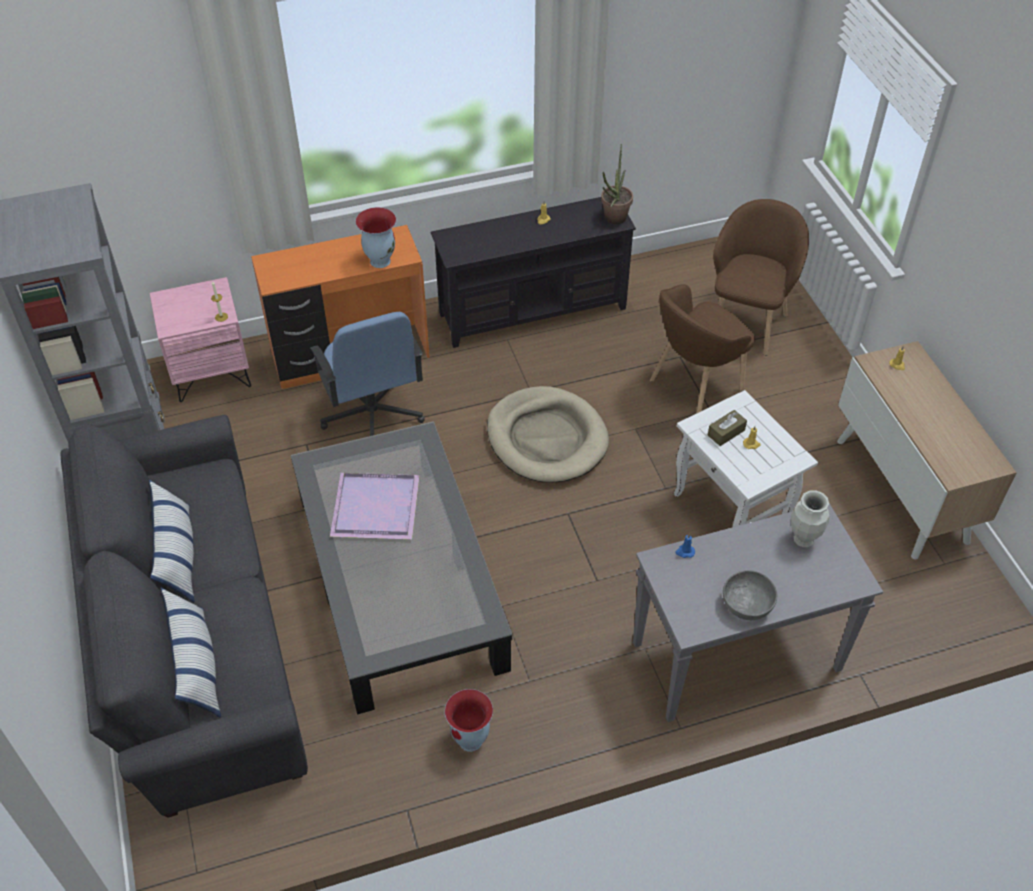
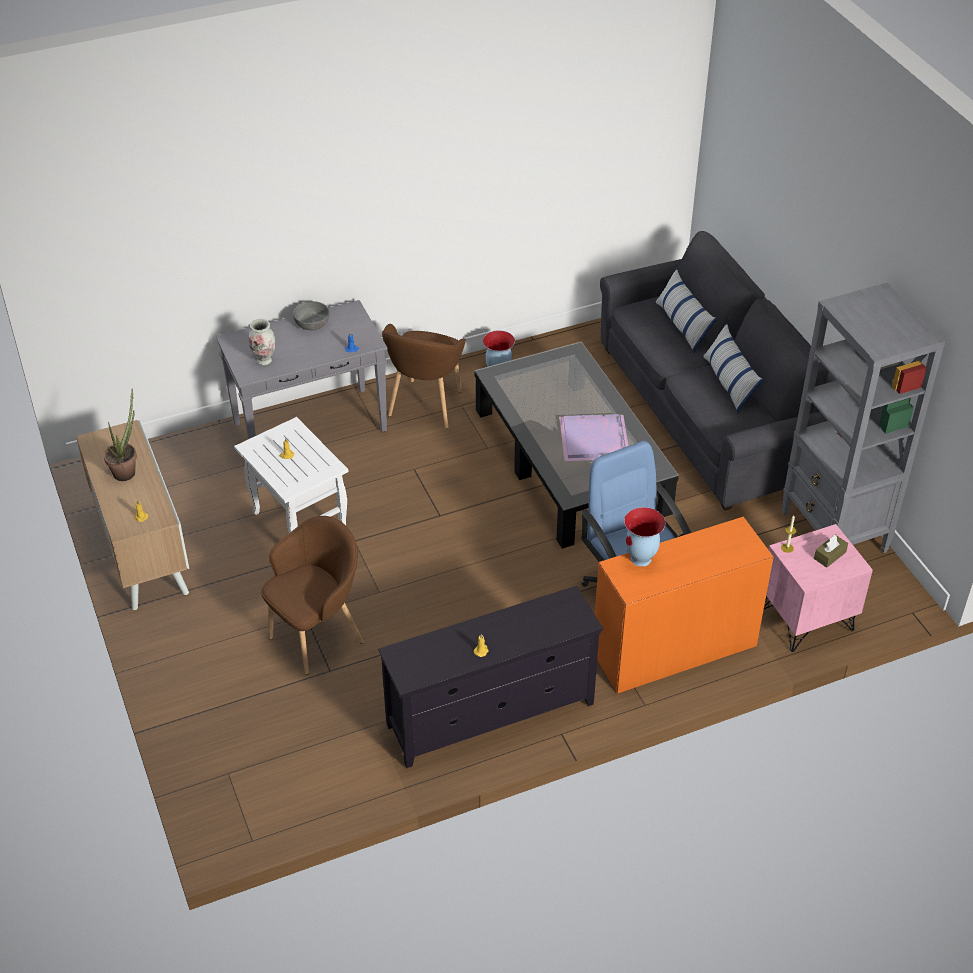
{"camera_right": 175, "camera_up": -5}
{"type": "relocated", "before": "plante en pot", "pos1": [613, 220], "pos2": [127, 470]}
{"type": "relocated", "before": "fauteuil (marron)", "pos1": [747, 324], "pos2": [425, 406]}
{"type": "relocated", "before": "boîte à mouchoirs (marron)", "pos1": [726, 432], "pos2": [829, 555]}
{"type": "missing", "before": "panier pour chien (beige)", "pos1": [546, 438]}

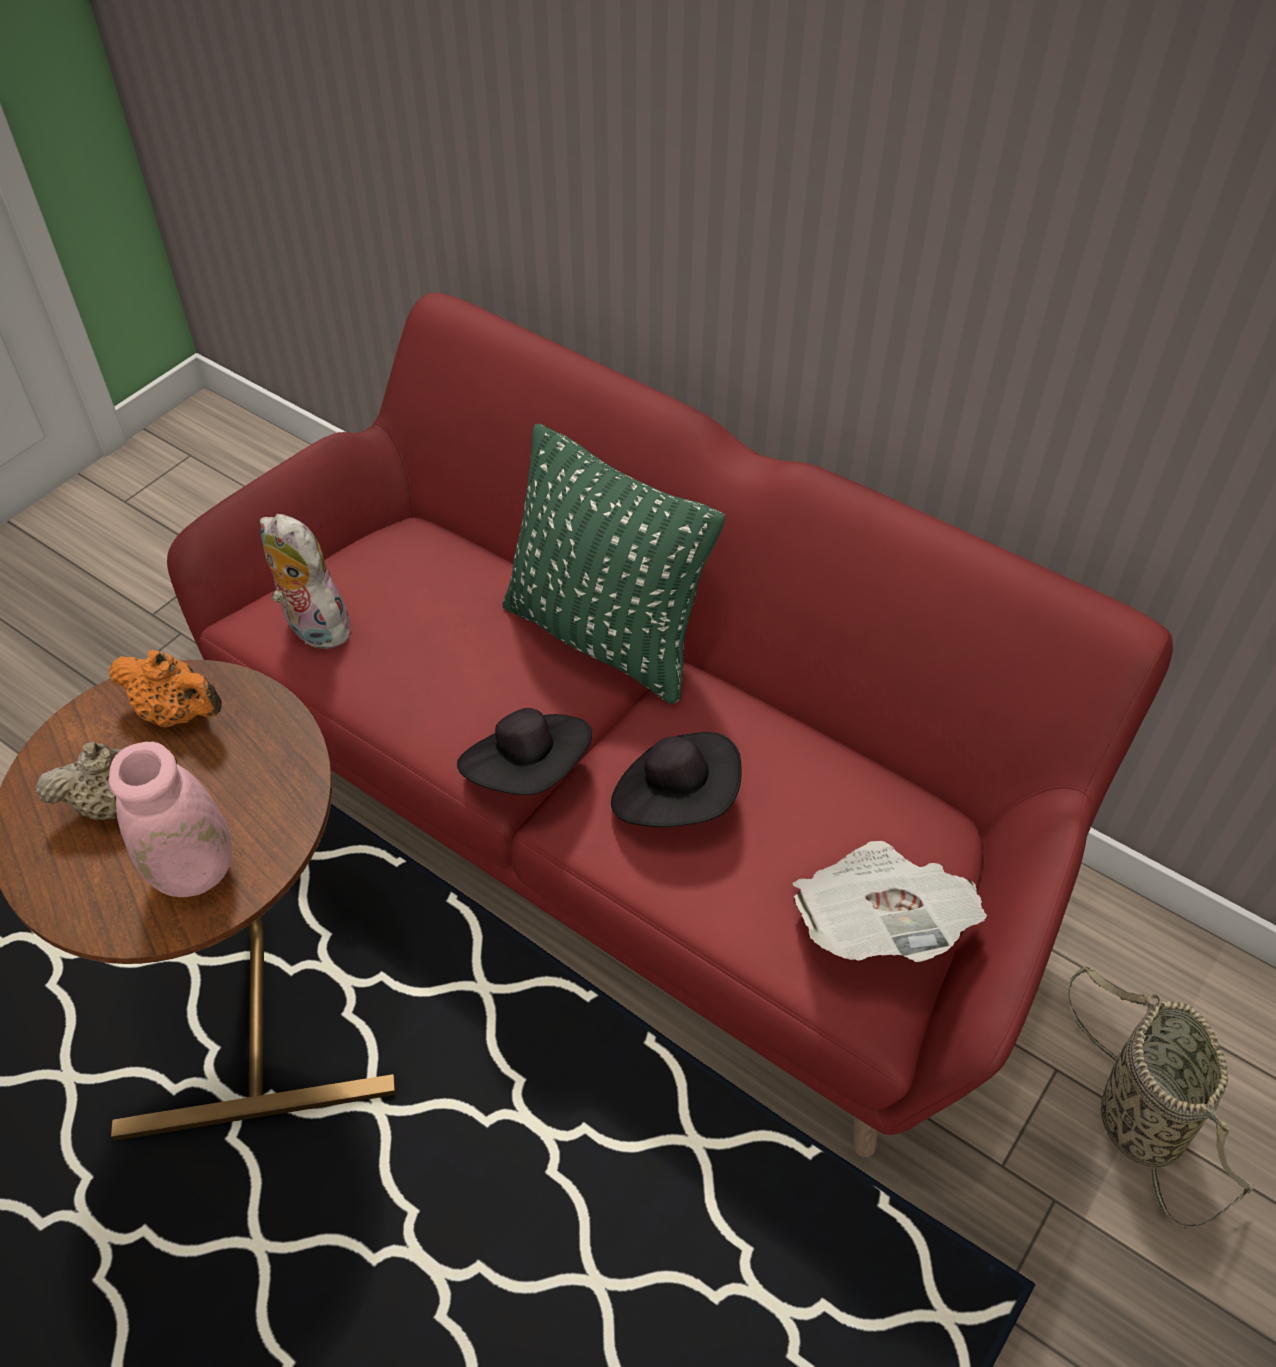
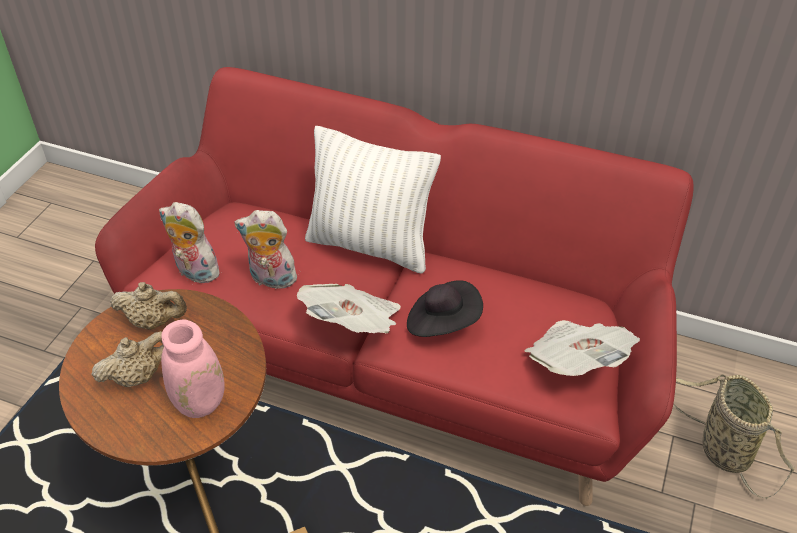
{"camera_right": -15, "camera_up": -5}
{"type": "colour", "before": "théière (orange)", "after": "théière (beige)", "pos1": [178, 713], "pos2": [154, 321]}
{"type": "appeared", "after": "peluche", "pos2": [271, 279]}
{"type": "exchanged", "before": "chapeau (noir)", "after": "journal", "pos1": [529, 771], "pos2": [353, 325]}
{"type": "colour", "before": "coussin (vert)", "after": "coussin (blanc)", "pos1": [606, 636], "pos2": [370, 245]}

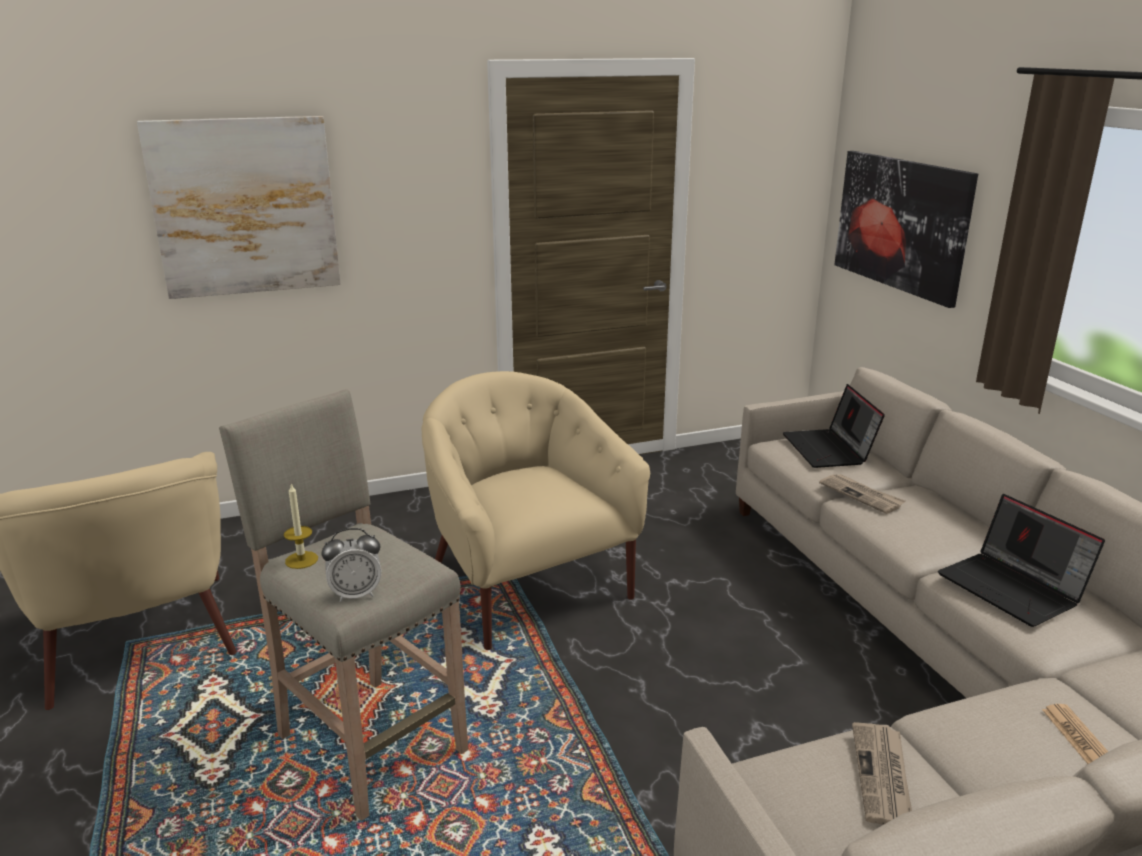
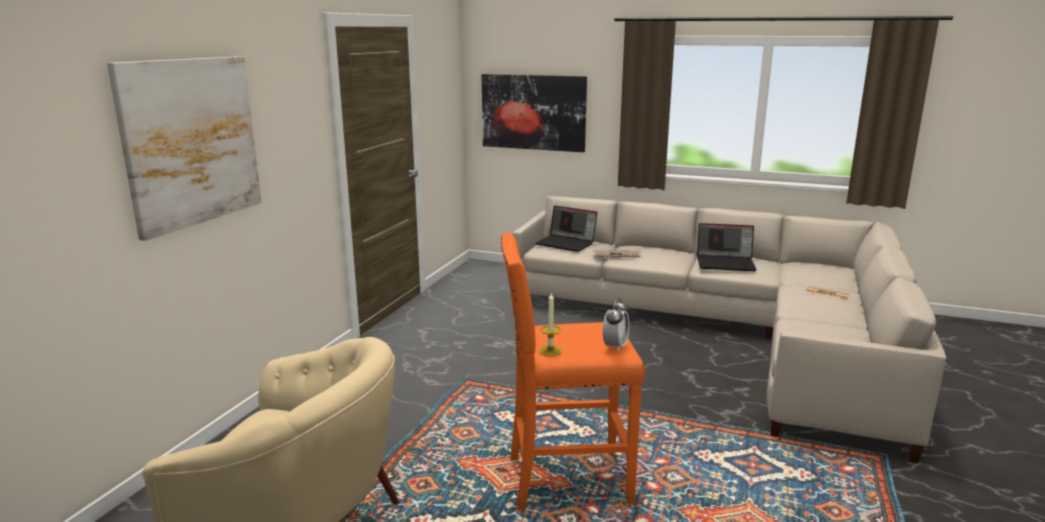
{"camera_right": -50, "camera_up": -5}
{"type": "colour", "before": "tabouret (beige)", "after": "tabouret (orange)", "pos1": [369, 741], "pos2": [565, 480]}
{"type": "missing", "before": "fauteuil (beige)", "pos1": [526, 587]}
{"type": "missing", "before": "journal", "pos1": [882, 776]}

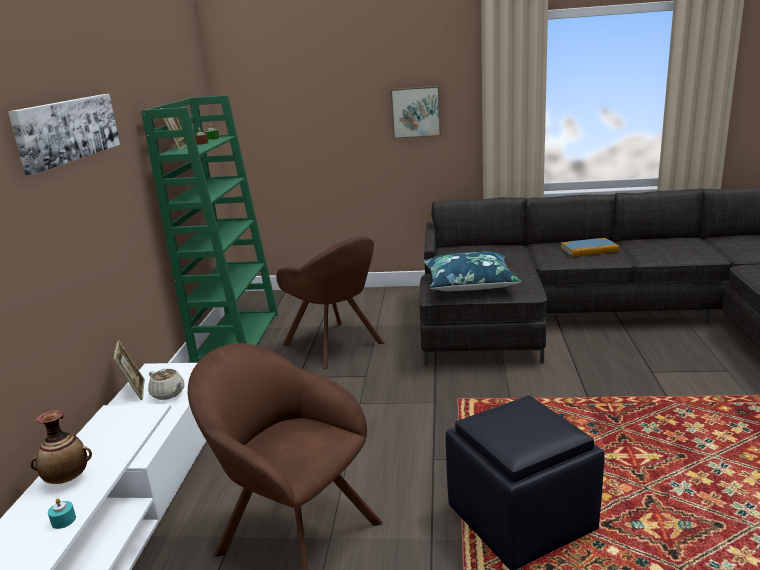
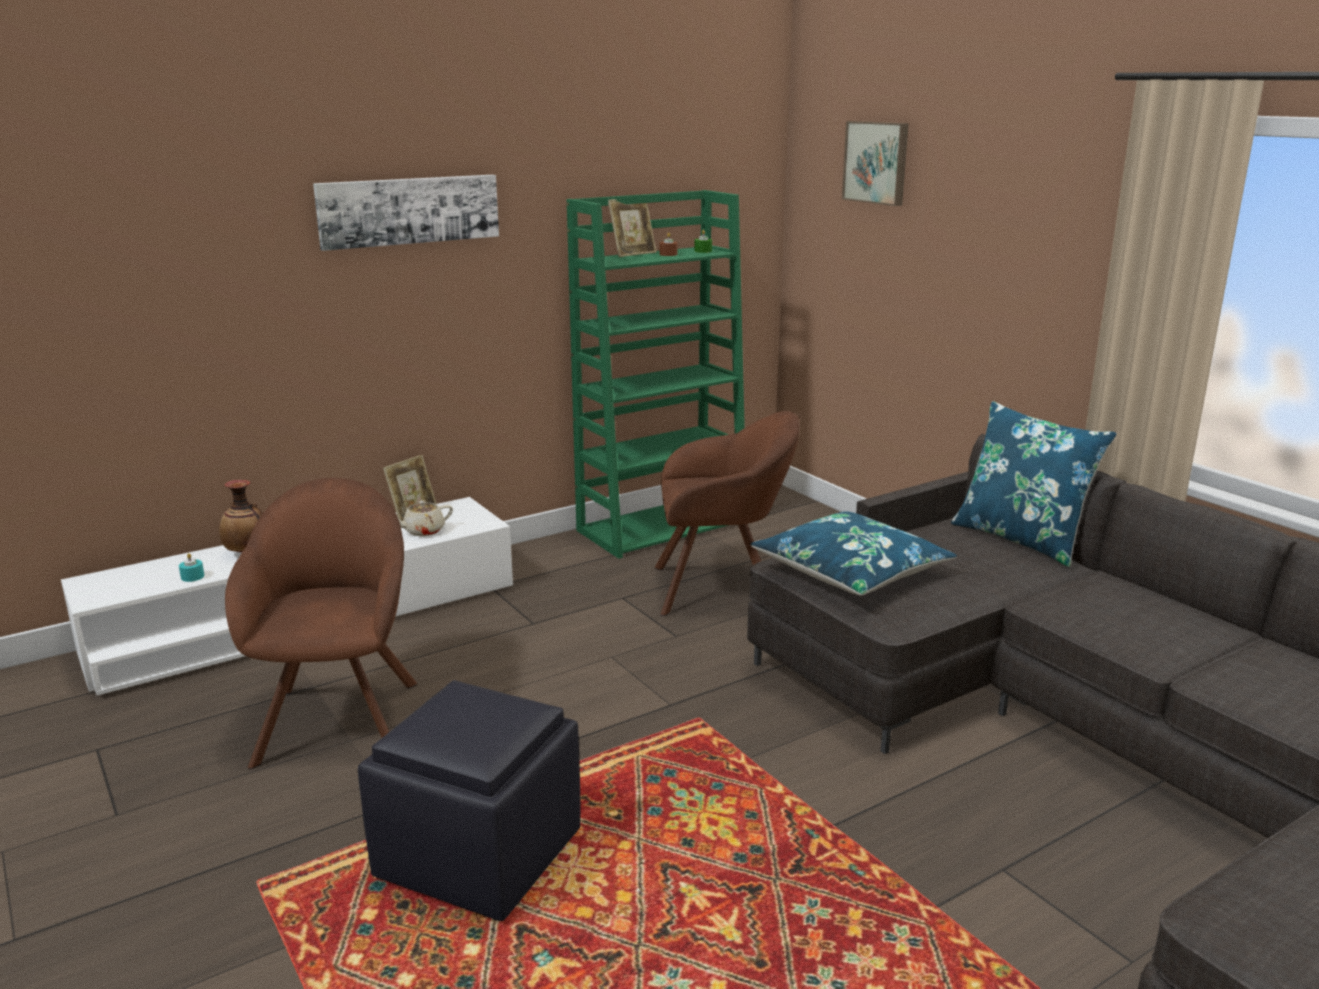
{"camera_right": 50, "camera_up": 0}
{"type": "spun", "before": "théière (beige)", "pos1": [168, 394], "pos2": [423, 531], "turn": 60}
{"type": "spun", "before": "fauteuil (marron)", "pos1": [336, 345], "pos2": [722, 588], "turn": -105}
{"type": "relocated", "before": "tableau", "pos1": [416, 112], "pos2": [877, 162]}
{"type": "appeared", "after": "coussin (bleu)", "pos2": [1021, 539]}
{"type": "missing", "before": "livre", "pos1": [589, 250]}

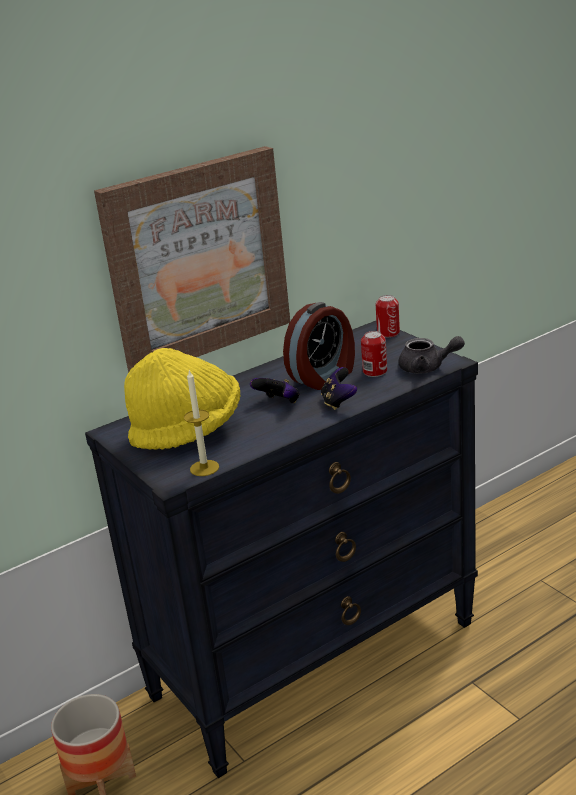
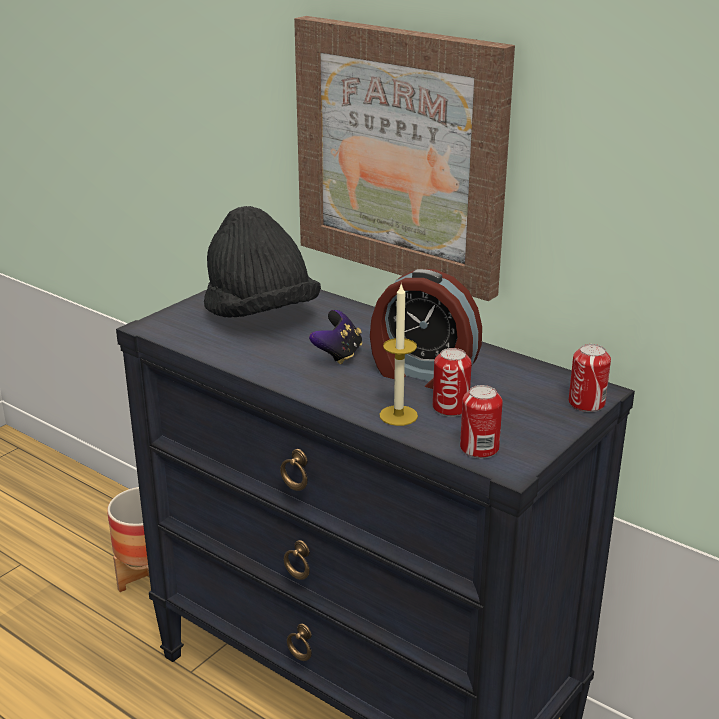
{"camera_right": 70, "camera_up": 0}
{"type": "colour", "before": "chapeau (jaune)", "after": "chapeau (noir)", "pos1": [187, 431], "pos2": [260, 315]}
{"type": "relocated", "before": "bougie", "pos1": [204, 468], "pos2": [398, 415]}
{"type": "exchanged", "before": "théière (gris)", "after": "boîte métallique", "pos1": [427, 368], "pos2": [479, 448]}
{"type": "missing", "before": "manette", "pos1": [338, 402]}

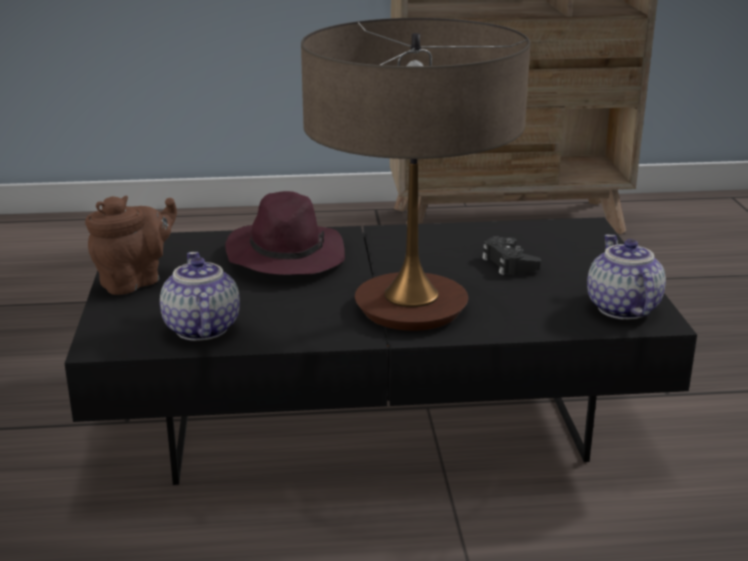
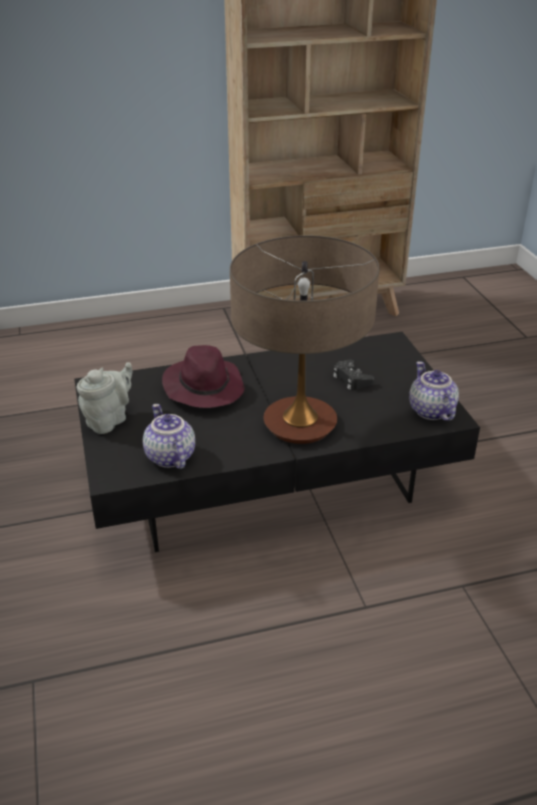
{"camera_right": -10, "camera_up": 10}
{"type": "colour", "before": "théière (marron)", "after": "théière (gris)", "pos1": [135, 281], "pos2": [109, 420]}

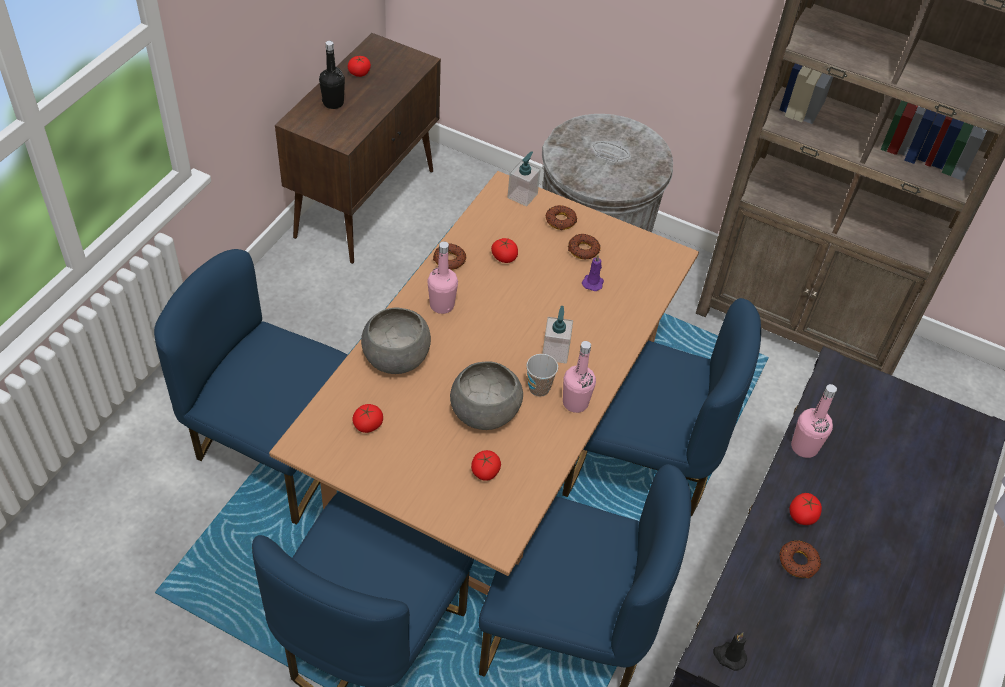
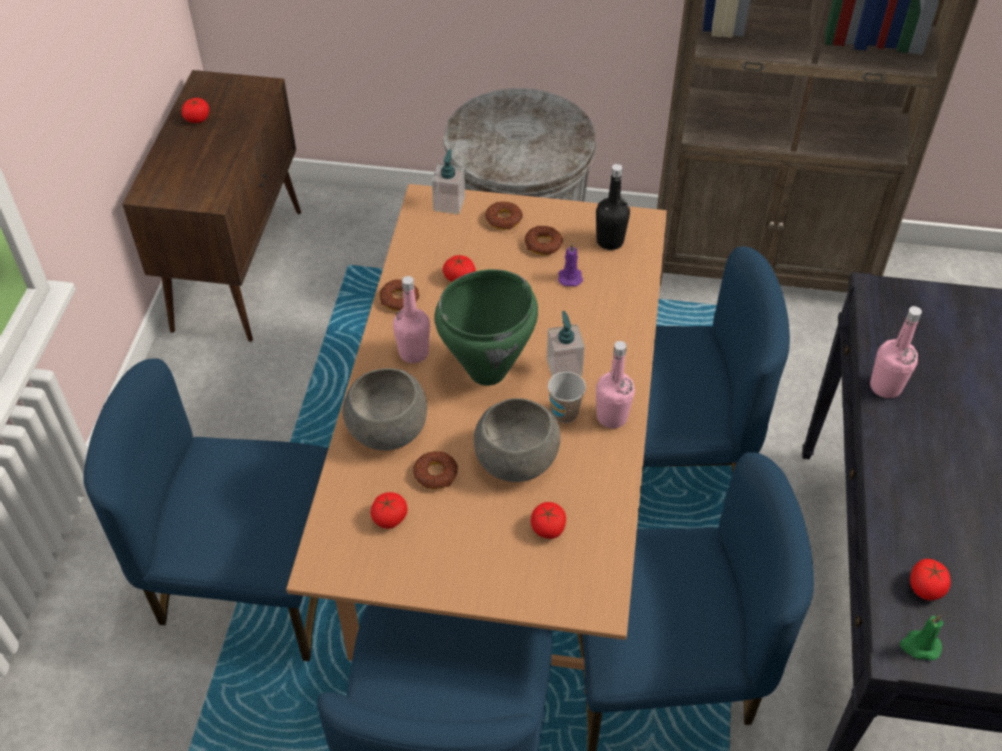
{"camera_right": -15, "camera_up": 0}
{"type": "relocated", "before": "beignet", "pos1": [798, 562], "pos2": [436, 474]}
{"type": "appeared", "after": "marmite (vert)", "pos2": [488, 371]}
{"type": "relocated", "before": "bouteille (noir)", "pos1": [333, 103], "pos2": [610, 241]}
{"type": "colour", "before": "bougie (noir)", "after": "bougie (vert)", "pos1": [729, 656], "pos2": [920, 646]}
{"type": "relocated", "before": "tomate", "pos1": [802, 515], "pos2": [926, 587]}

